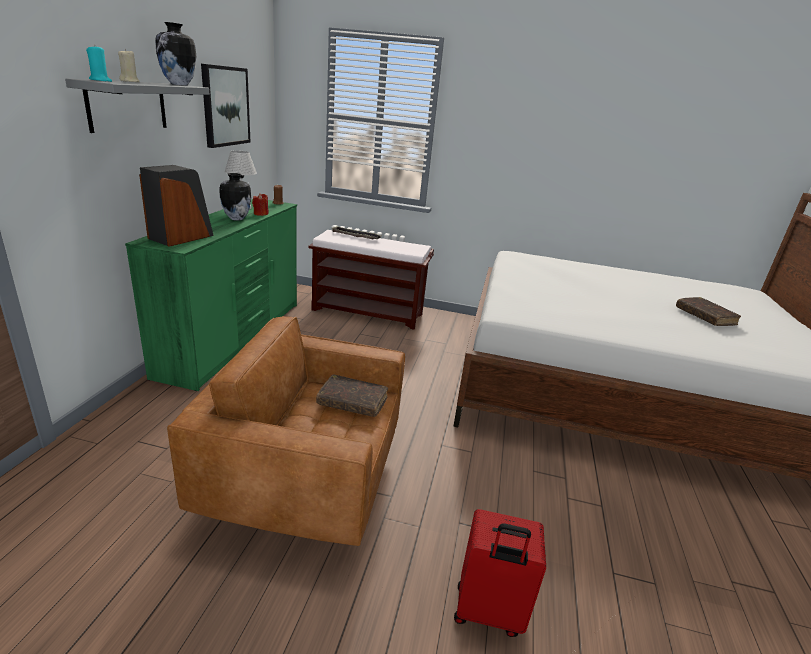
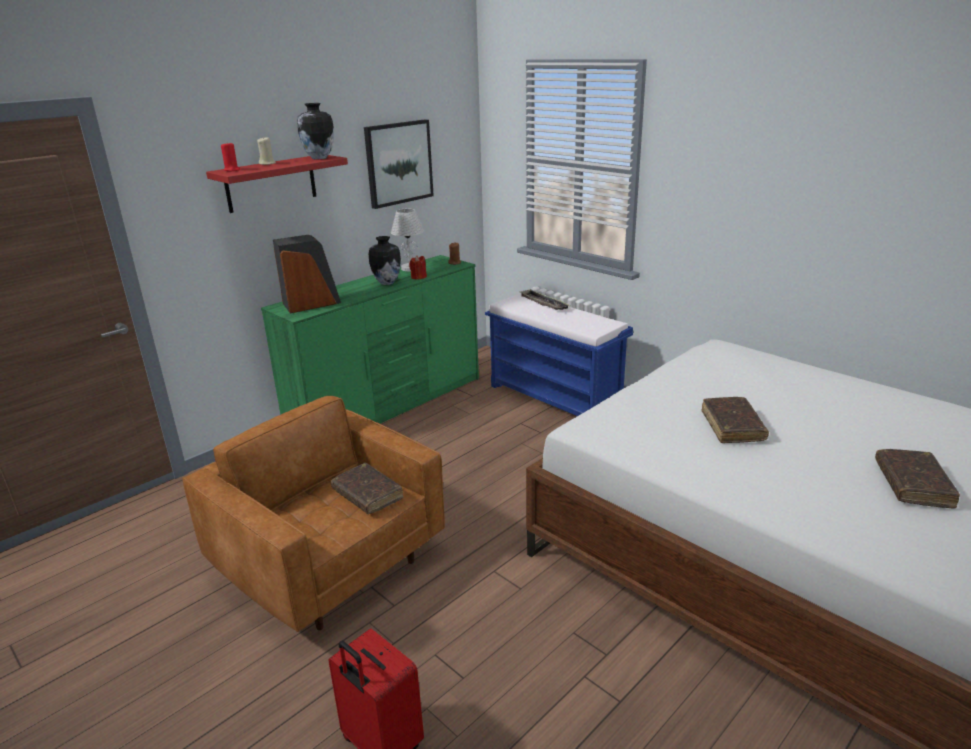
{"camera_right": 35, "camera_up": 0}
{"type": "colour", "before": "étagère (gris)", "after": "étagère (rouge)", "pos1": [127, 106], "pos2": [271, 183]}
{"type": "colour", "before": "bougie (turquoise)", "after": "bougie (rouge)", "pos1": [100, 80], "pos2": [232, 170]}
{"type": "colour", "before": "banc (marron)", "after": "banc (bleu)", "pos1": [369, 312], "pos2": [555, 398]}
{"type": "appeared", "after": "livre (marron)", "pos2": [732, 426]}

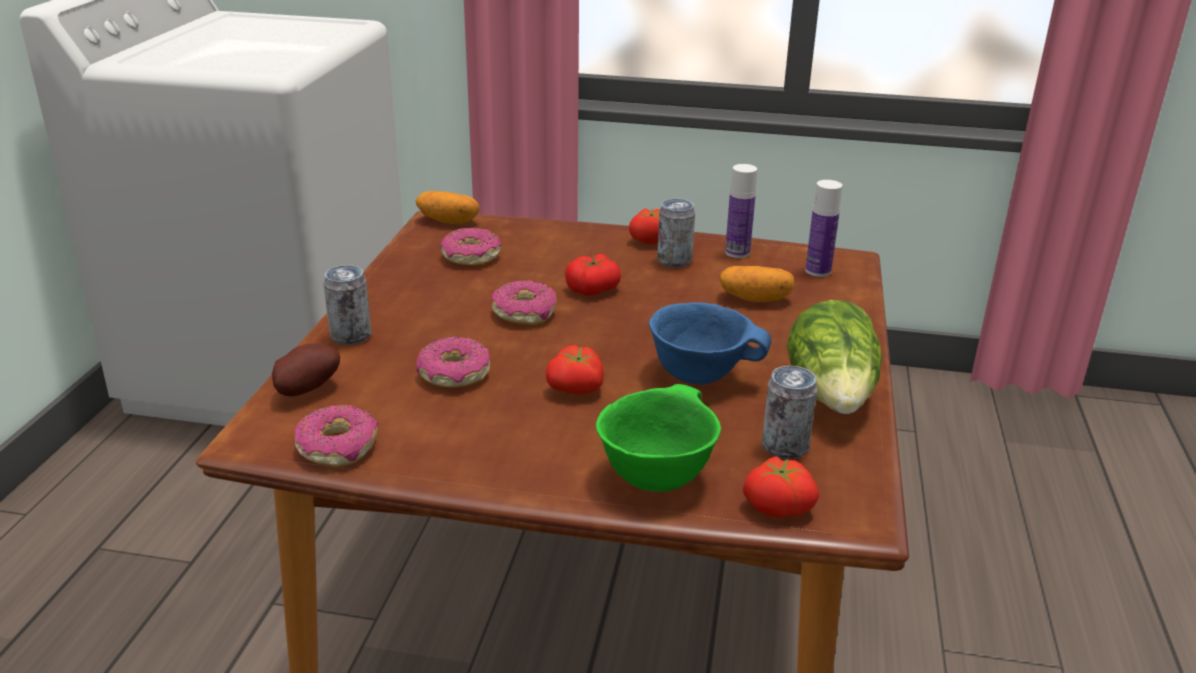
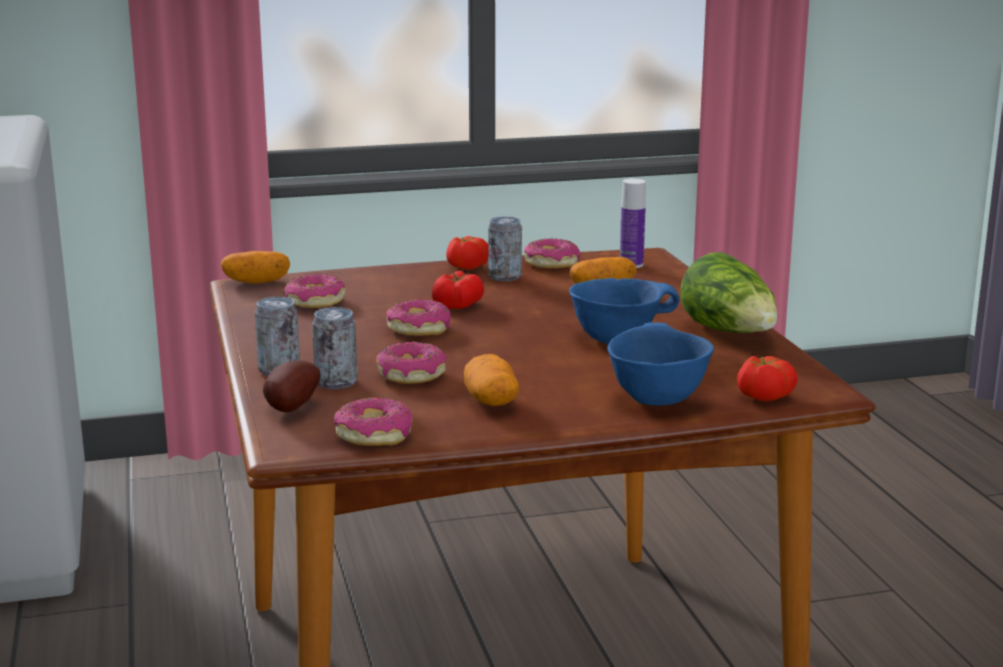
{"camera_right": -25, "camera_up": -10}
{"type": "relocated", "before": "boîte métallique", "pos1": [785, 447], "pos2": [336, 382]}
{"type": "appeared", "after": "pomme de terre", "pos2": [490, 401]}
{"type": "exchanged", "before": "bouteille", "after": "beignet", "pos1": [737, 252], "pos2": [551, 263]}
{"type": "colour", "before": "bol (vert)", "after": "bol (bleu)", "pos1": [655, 475], "pos2": [655, 399]}
{"type": "missing", "before": "tomate", "pos1": [577, 388]}

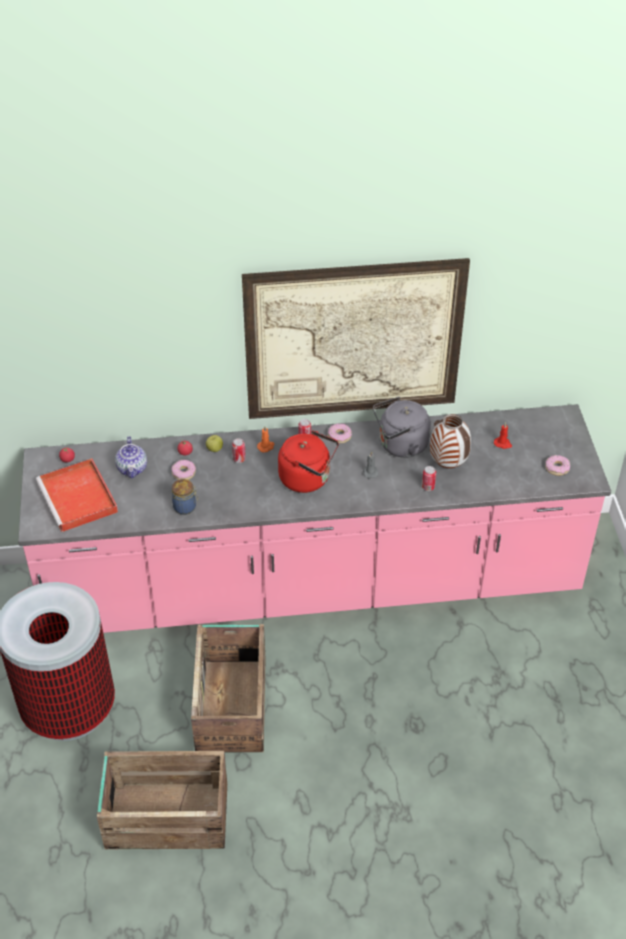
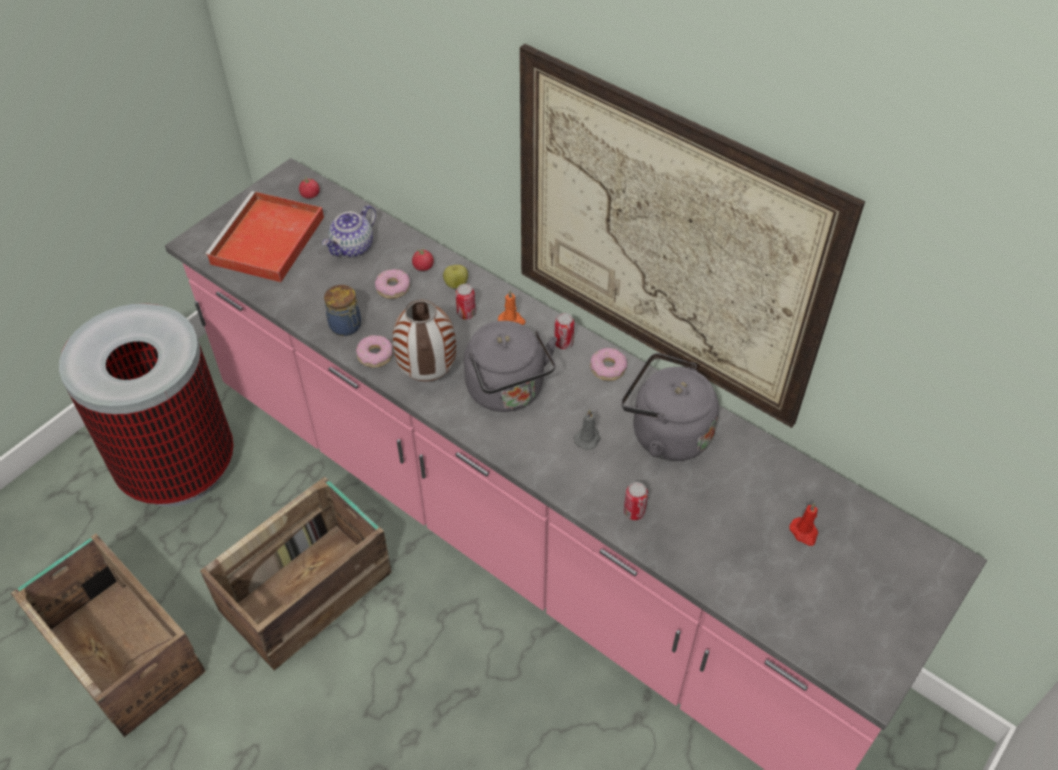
{"camera_right": 45, "camera_up": 5}
{"type": "relocated", "before": "beignet", "pos1": [557, 468], "pos2": [375, 355]}
{"type": "relocated", "before": "vase", "pos1": [448, 465], "pos2": [429, 374]}
{"type": "colour", "before": "bouilloire (rouge)", "after": "bouilloire (gris)", "pos1": [308, 479], "pos2": [508, 392]}

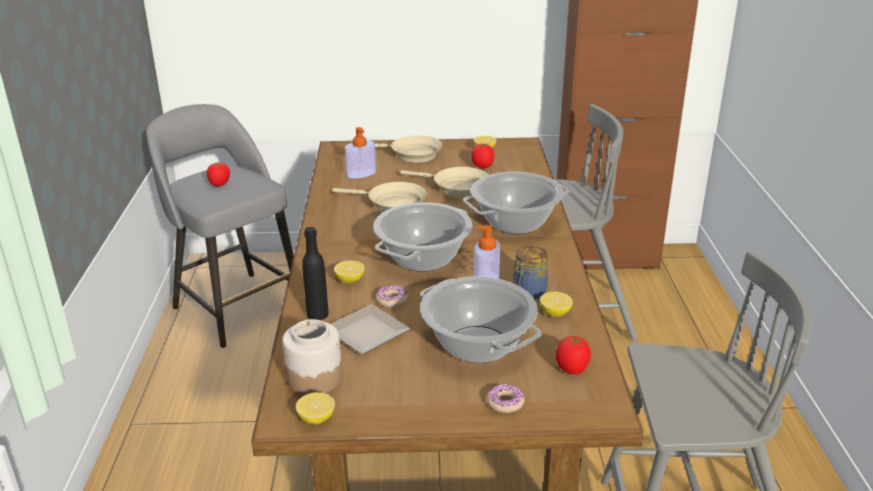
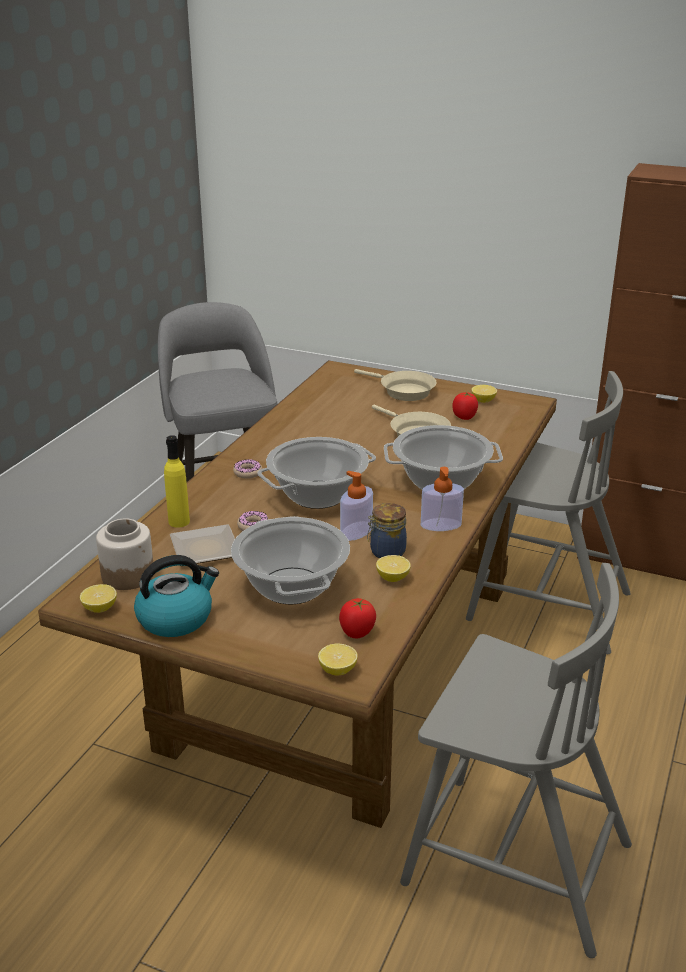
{"camera_right": 25, "camera_up": 0}
{"type": "appeared", "after": "bouilloire", "pos2": [176, 618]}
{"type": "colour", "before": "bouteille (noir)", "after": "bouteille (jaune)", "pos1": [317, 314], "pos2": [179, 522]}
{"type": "relocated", "before": "beignet", "pos1": [505, 403], "pos2": [248, 473]}
{"type": "relocated", "before": "citron", "pos1": [350, 280], "pos2": [337, 670]}
{"type": "relocated", "before": "distributeur de savon", "pos1": [361, 174], "pos2": [441, 525]}
{"type": "missing", "before": "tomate", "pos1": [219, 184]}
{"type": "missing", "before": "poêle (beige)", "pos1": [392, 204]}

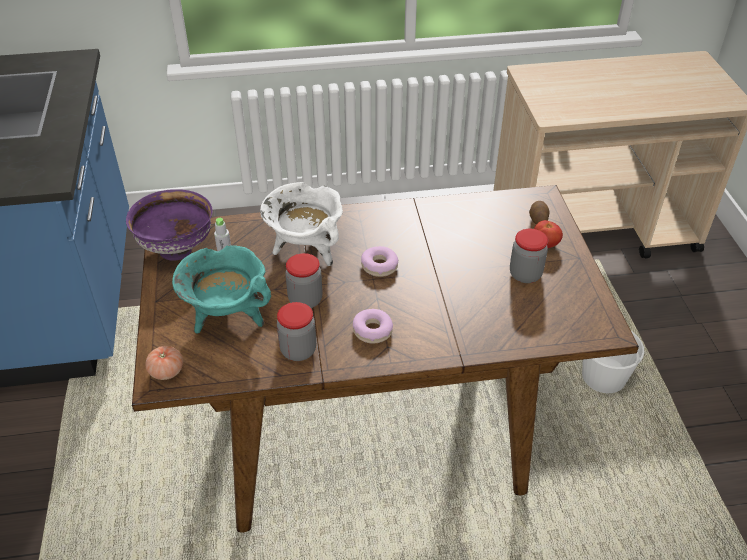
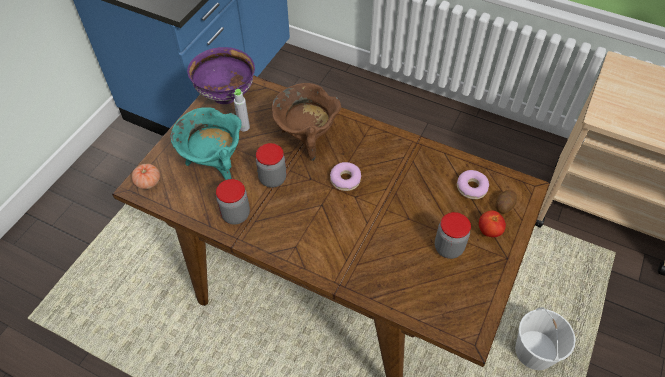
{"camera_right": 35, "camera_up": 10}
{"type": "colour", "before": "marmite (blanc)", "after": "marmite (marron)", "pos1": [306, 249], "pos2": [307, 139]}
{"type": "relocated", "before": "beignet", "pos1": [372, 330], "pos2": [471, 187]}

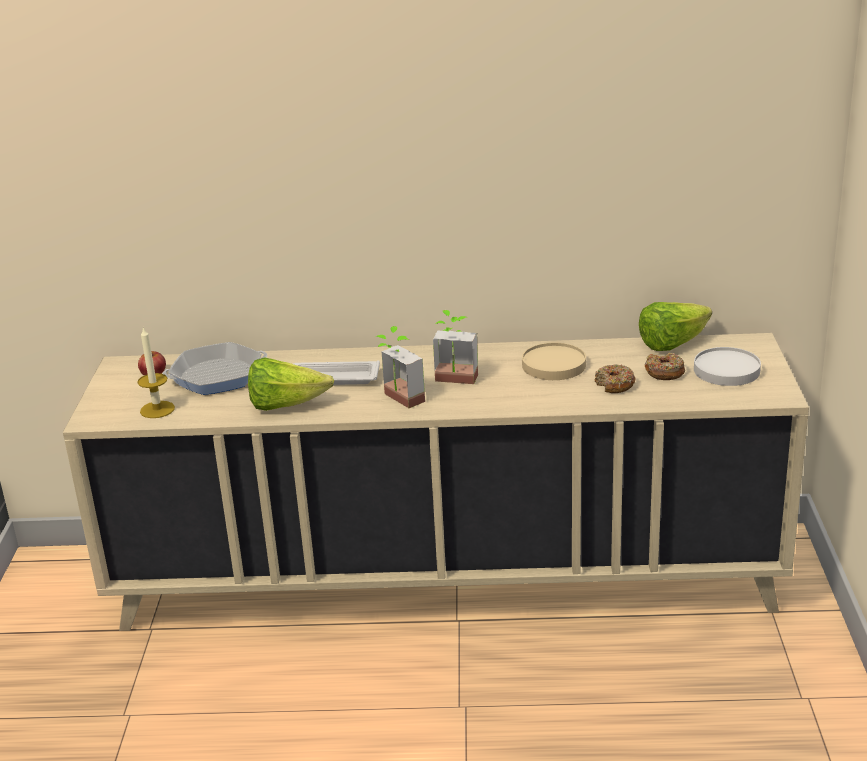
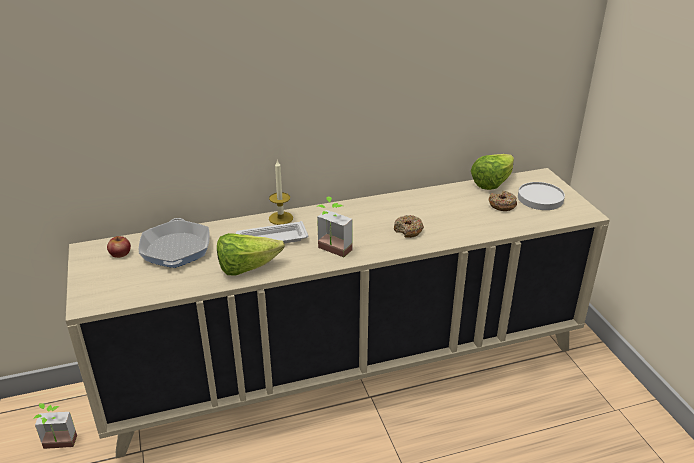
{"camera_right": -20, "camera_up": 5}
{"type": "relocated", "before": "plante en pot", "pos1": [454, 382], "pos2": [58, 447]}
{"type": "spun", "before": "poêle", "pos1": [217, 376], "pos2": [176, 249], "turn": -60}
{"type": "relocated", "before": "bougie", "pos1": [157, 409], "pos2": [281, 218]}
{"type": "relocated", "before": "beignet", "pos1": [614, 385], "pos2": [408, 230]}
{"type": "missing", "before": "assiette (beige)", "pos1": [553, 365]}

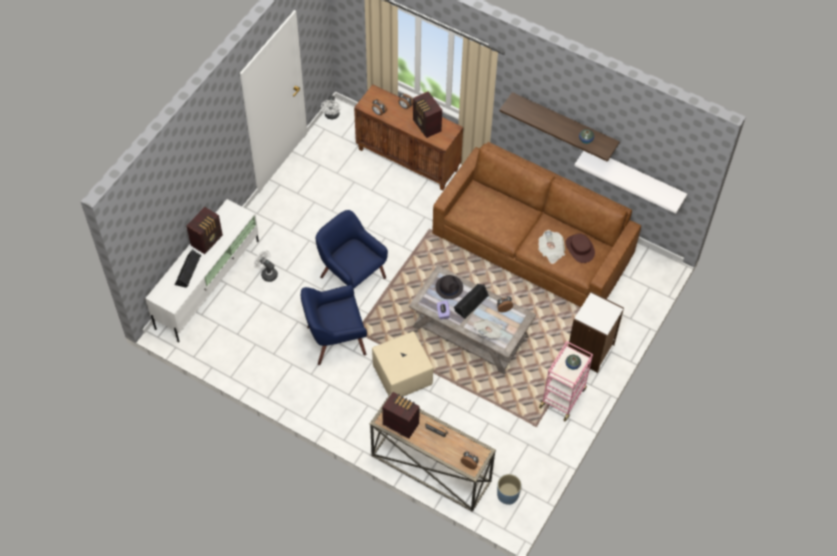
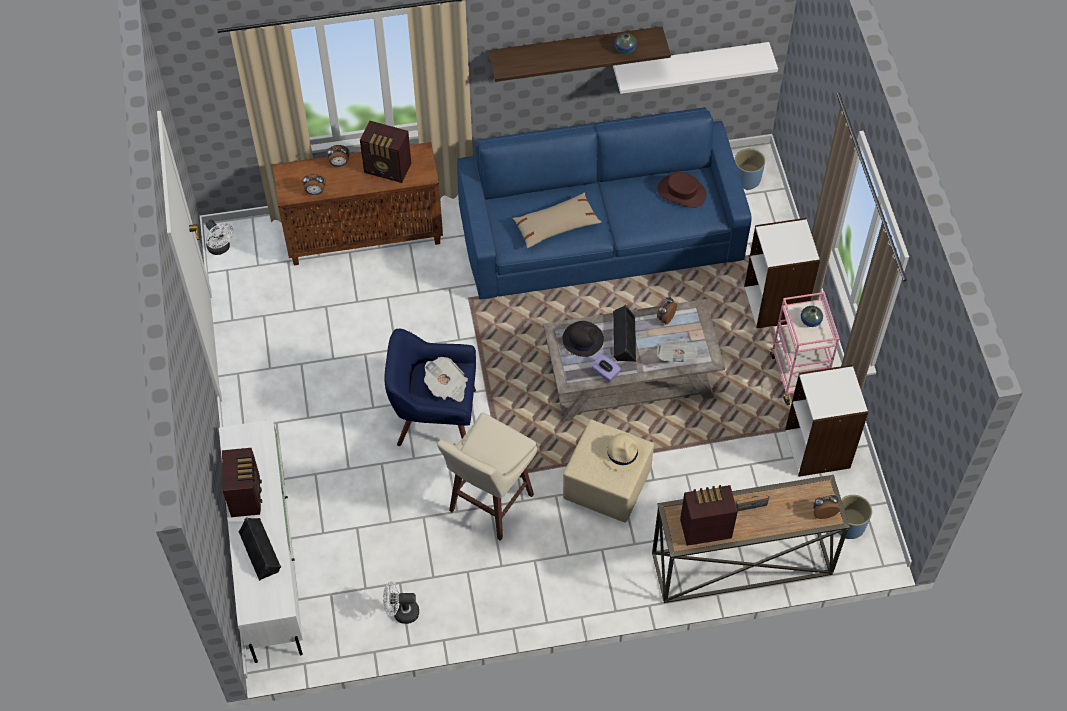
{"camera_right": -40, "camera_up": 0}
{"type": "relocated", "before": "ventilateur (blanc)", "pos1": [267, 273], "pos2": [401, 612]}
{"type": "relocated", "before": "journal", "pos1": [551, 251], "pos2": [446, 386]}
{"type": "exchanged", "before": "fauteuil (bleu)", "after": "tabouret (beige)", "pos1": [335, 340], "pos2": [489, 504]}
{"type": "colour", "before": "canapé (marron)", "after": "canapé (bleu)", "pos1": [532, 245], "pos2": [600, 234]}
{"type": "appeared", "after": "coussin (beige)", "pos2": [556, 225]}
{"type": "appeared", "after": "chapeau (beige)", "pos2": [622, 452]}
{"type": "appeared", "after": "cache-pot (bleu)", "pos2": [747, 179]}
{"type": "appeared", "after": "bibliothèque (blanc)", "pos2": [818, 448]}

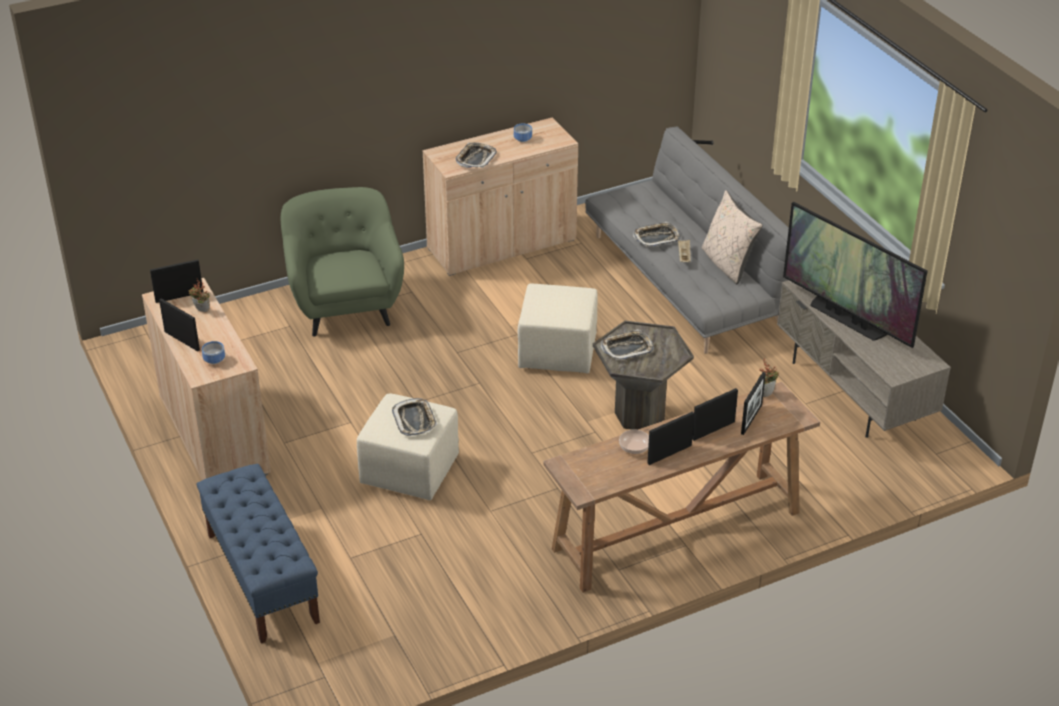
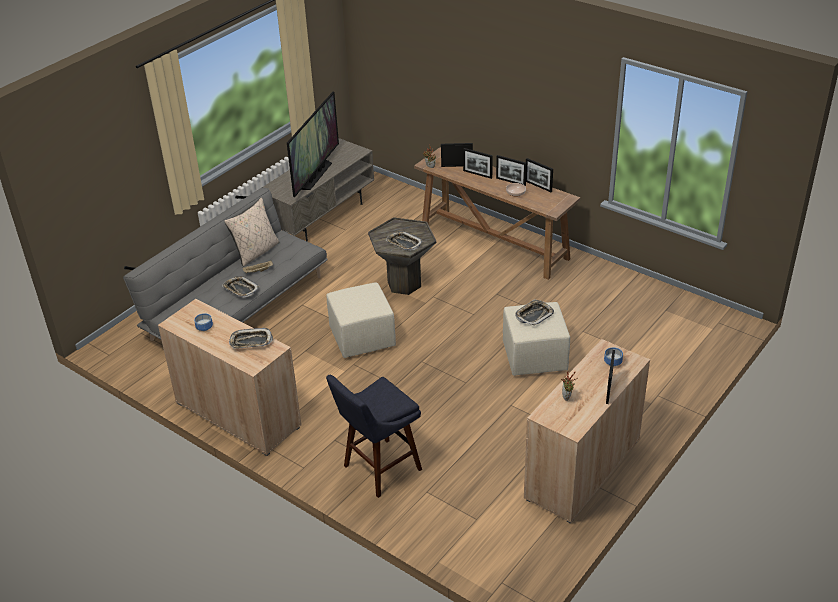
{"camera_right": -115, "camera_up": 0}
{"type": "exchanged", "before": "fauteuil (vert)", "after": "tabouret (bleu)", "pos1": [345, 306], "pos2": [378, 470]}
{"type": "relocated", "before": "cadre photo", "pos1": [179, 297], "pos2": [538, 186]}
{"type": "missing", "before": "banc (bleu)", "pos1": [262, 577]}

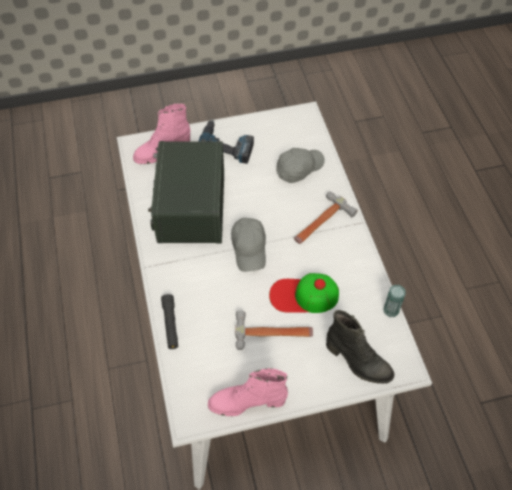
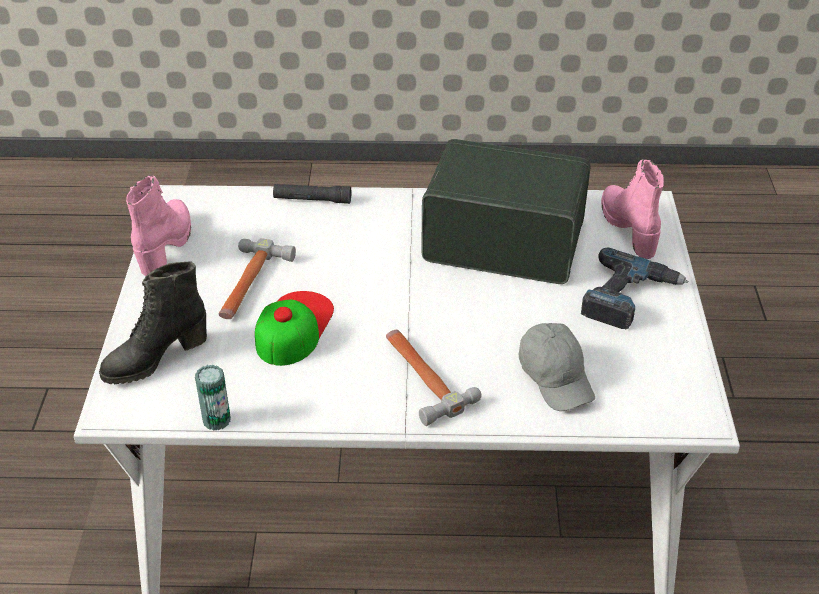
{"camera_right": 105, "camera_up": -15}
{"type": "missing", "before": "casquette (gris)", "pos1": [249, 248]}

